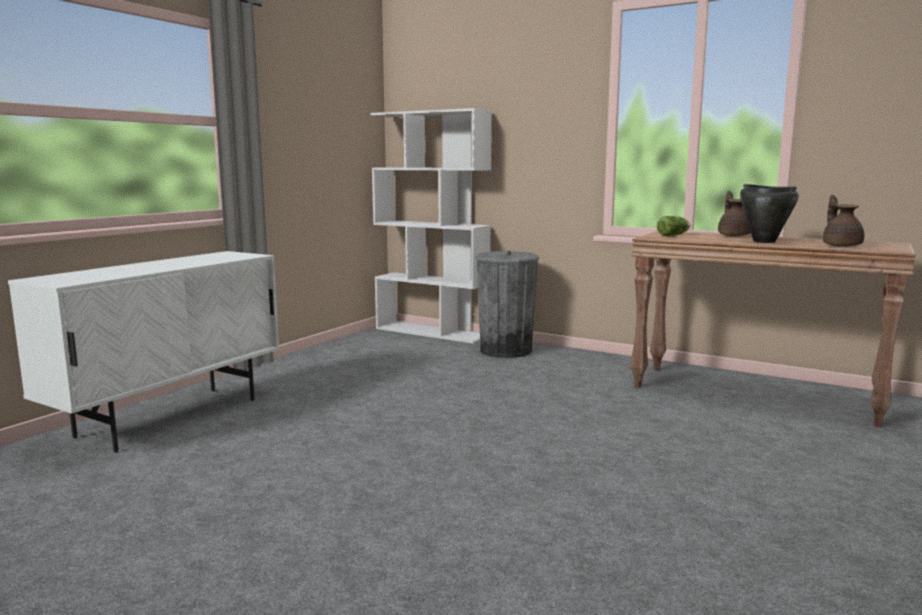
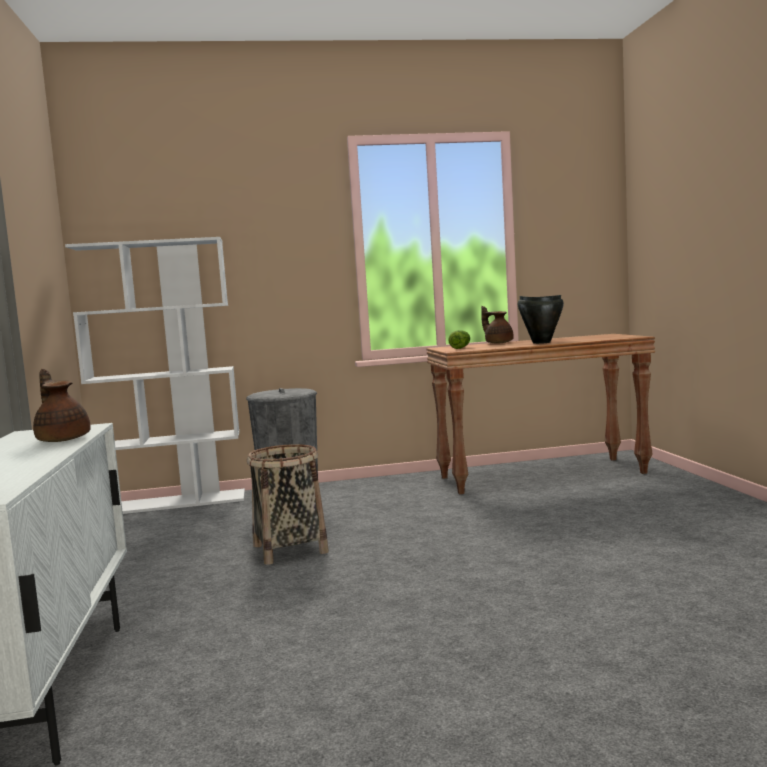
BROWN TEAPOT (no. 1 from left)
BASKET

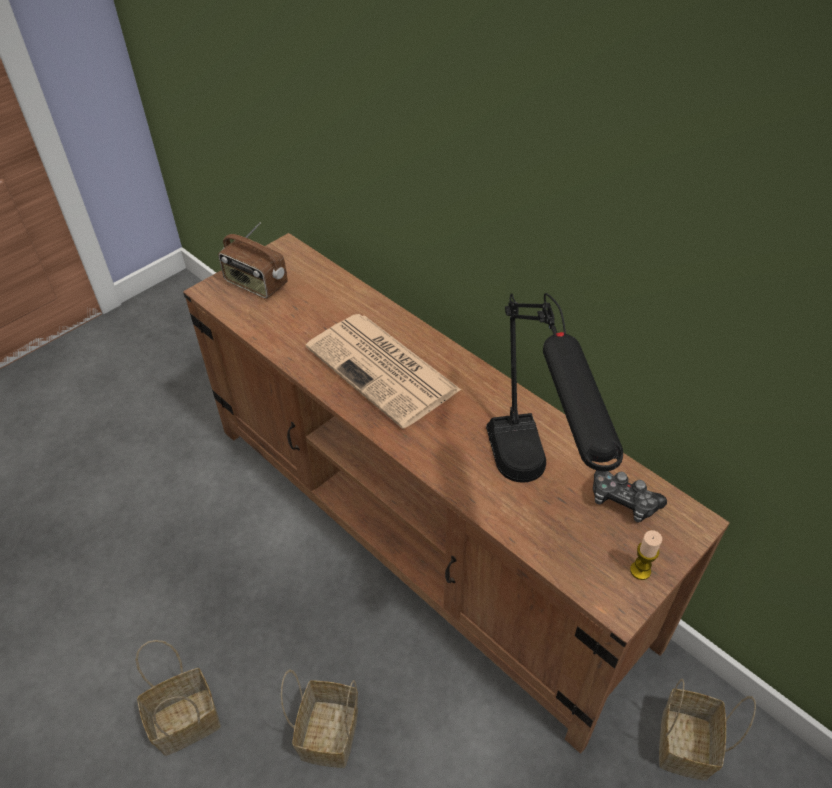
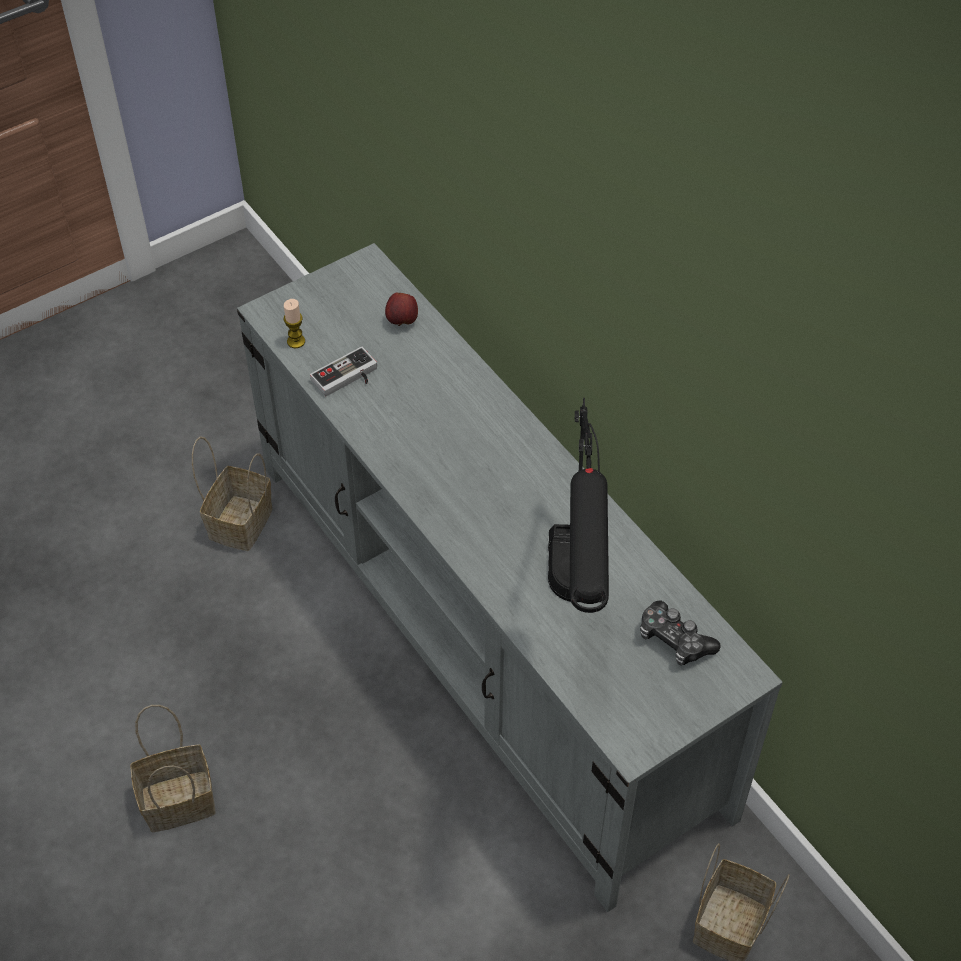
RADIO
GREY TV STAND
NEWSPAPER
CANDLE
BASKET (no. 2 from left)
APPLE
GAME CONTROLLER (no. 1 from left)

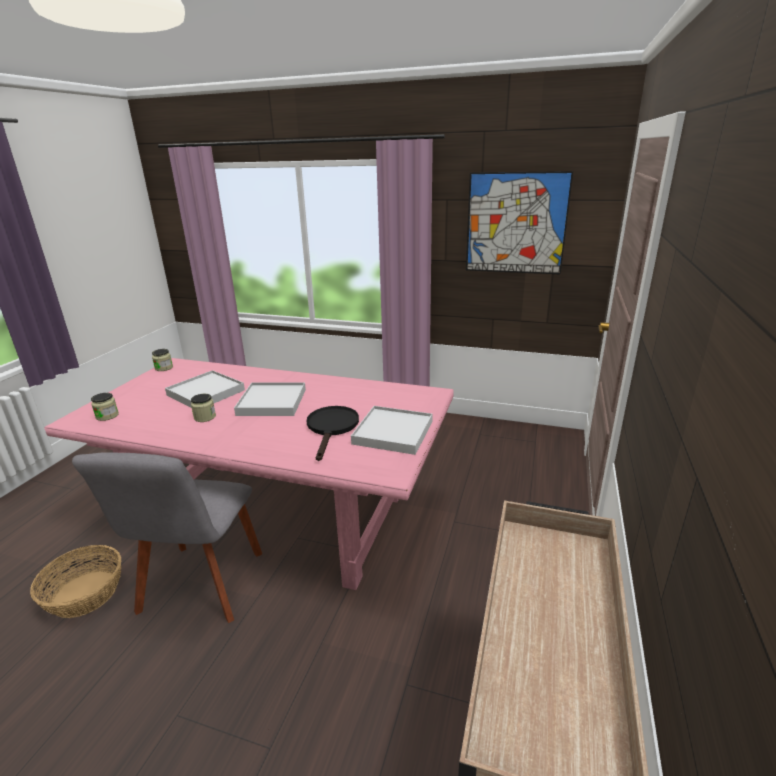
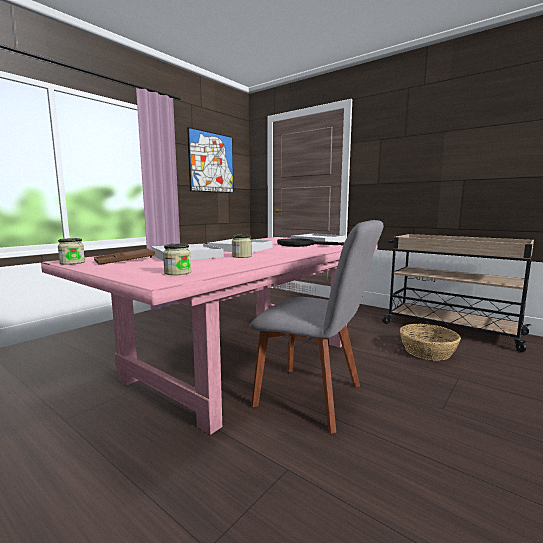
BASKET
BROWN TRAY

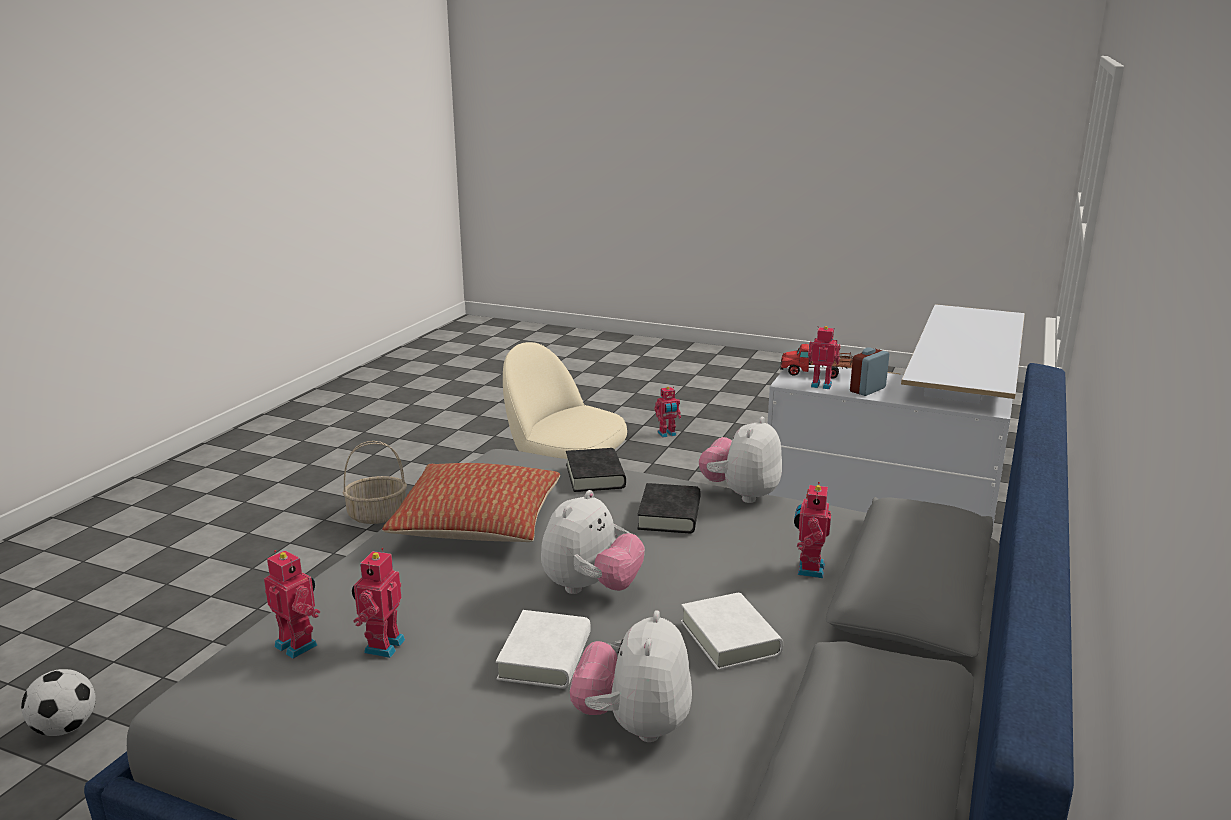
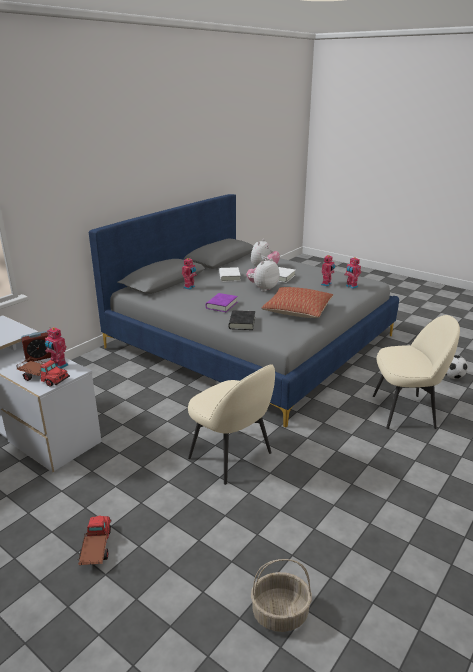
TOY TRUCK (no. 2 from left)
PLUSH TOY (no. 3 from left in the first image)
BASKET
PURPLE BOOK
BEIGE CHAIR (no. 2 from left)

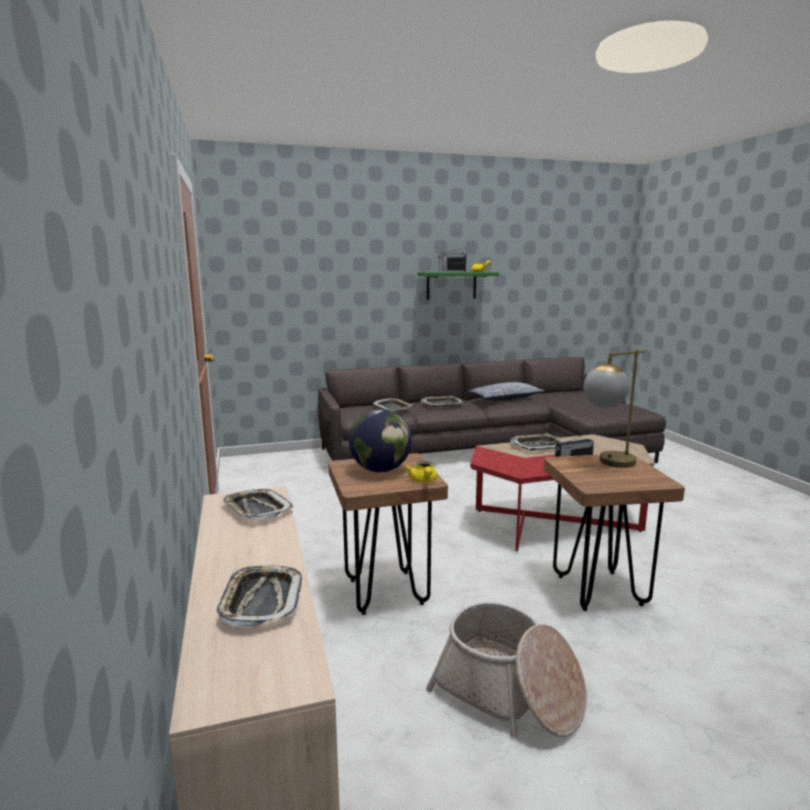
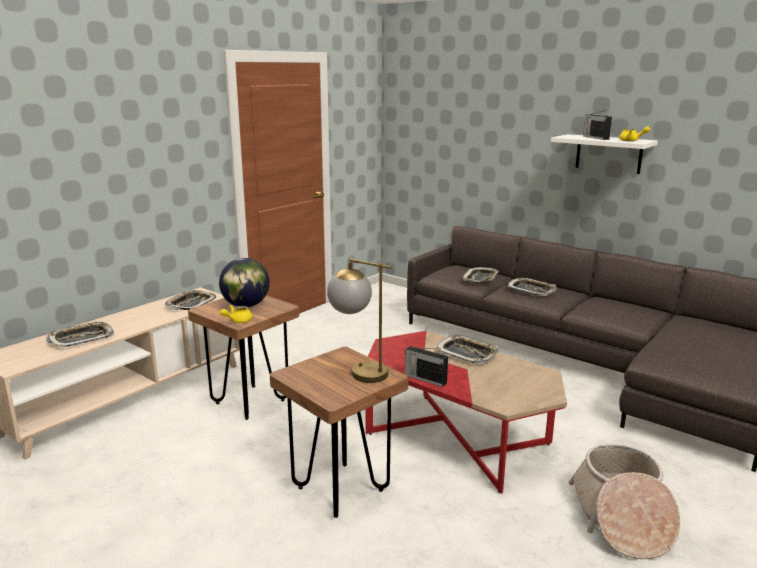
WHITE SHELF
PILLOW
BASKET

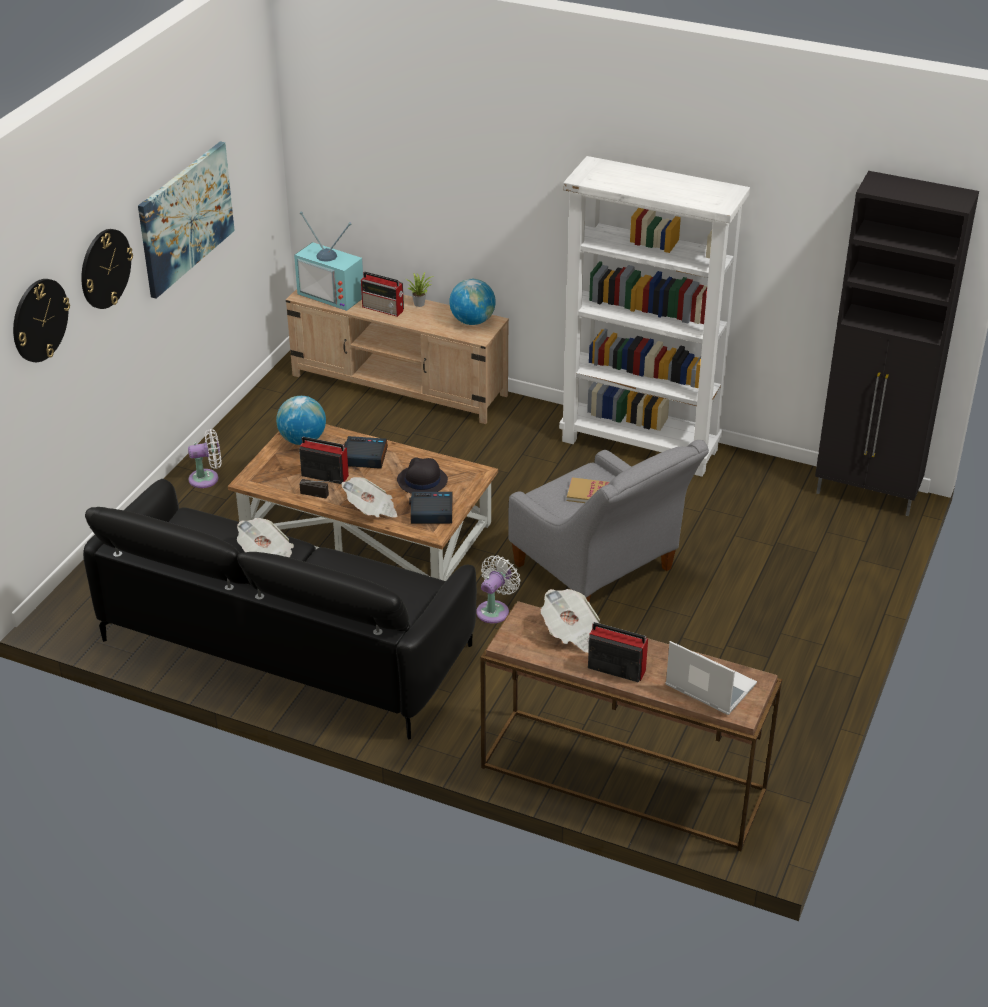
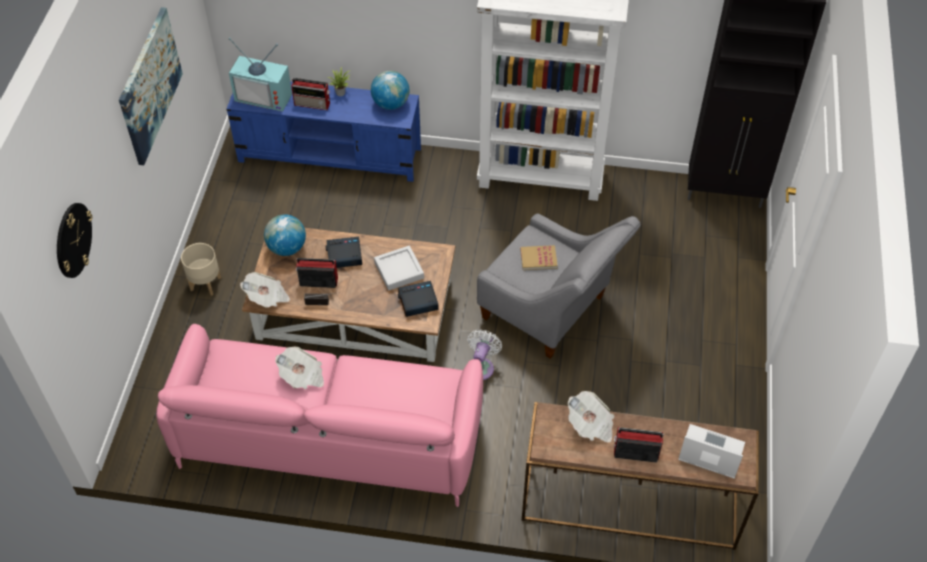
WALL CLOCK (no. 2 from left in the first image)
BLUE TV STAND
BEIGE PLANTER
GREY TRAY
NEWSPAPER (no. 1 from left)
PINK SOFA

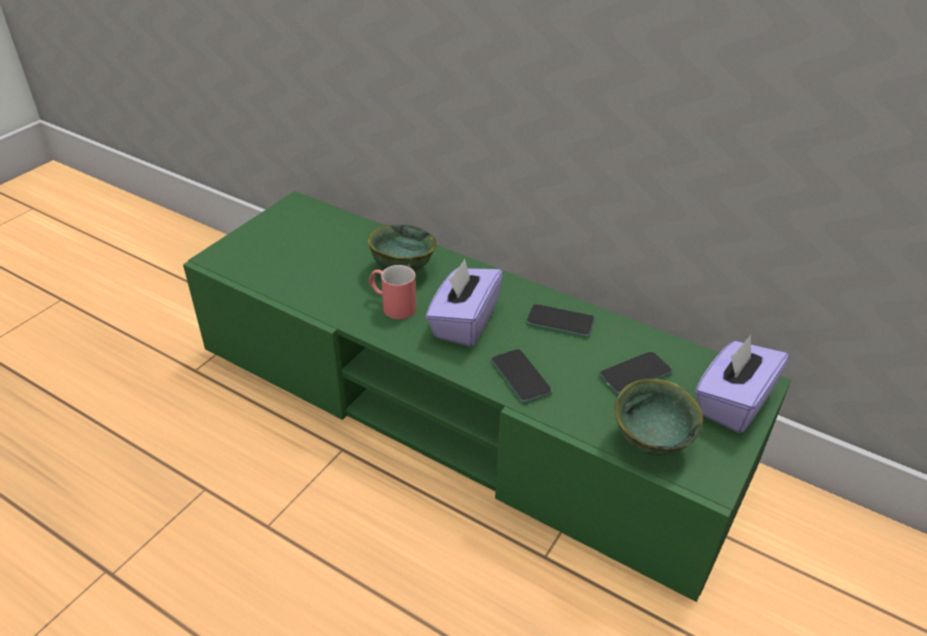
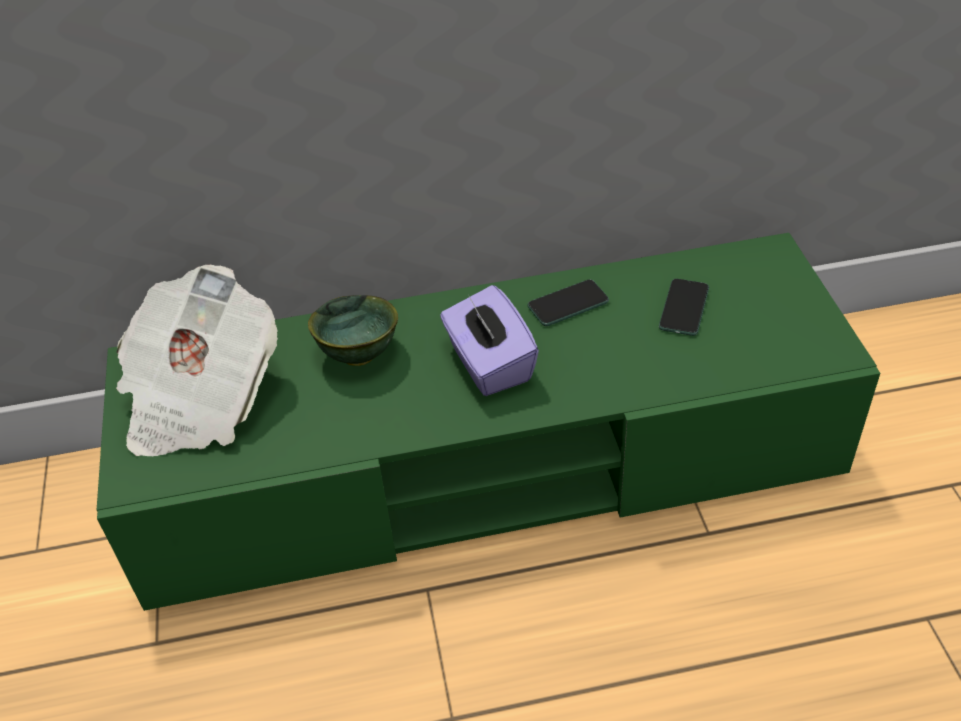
RED MUG
PURPLE TISSUE BOX (no. 2 from left in the first image)
PHONE (no. 1 from left in the first image)
GREEN BOWL (no. 2 from left in the first image)
NEWSPAPER

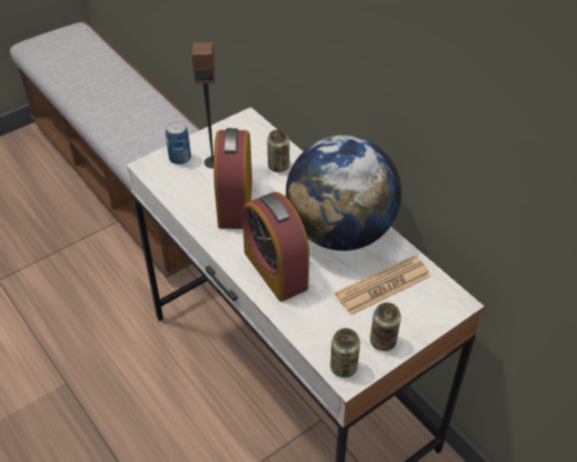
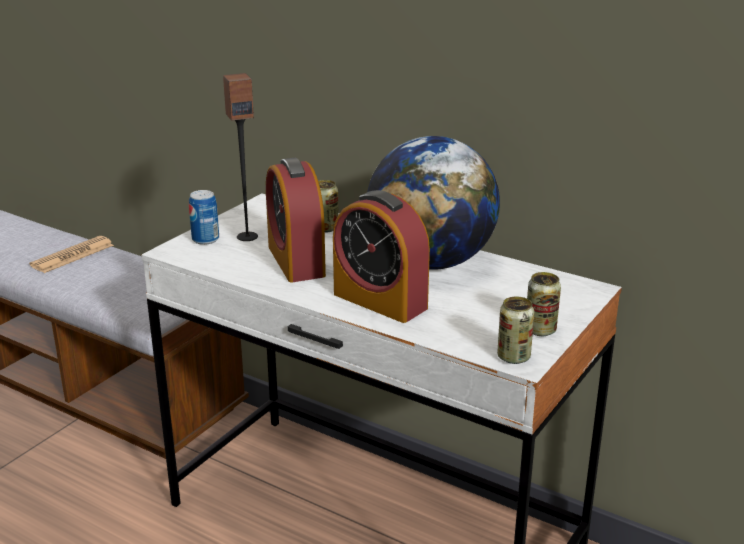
NEWSPAPER

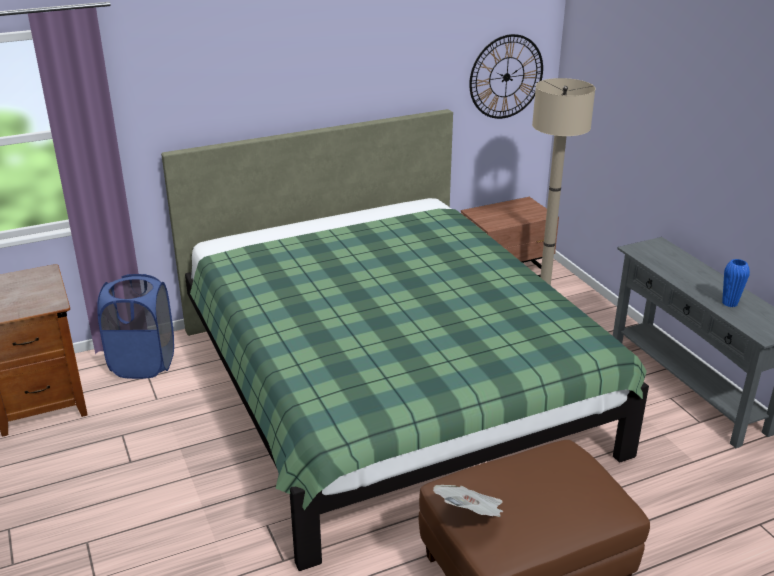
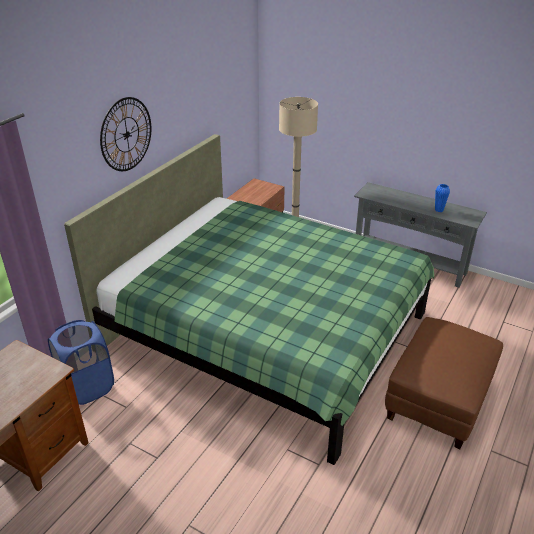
WALL CLOCK
NEWSPAPER

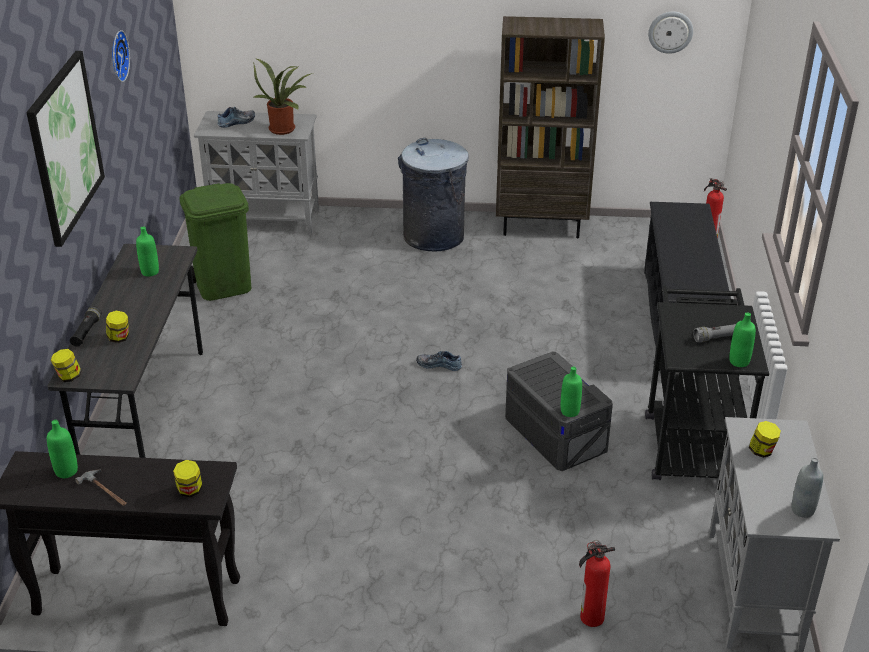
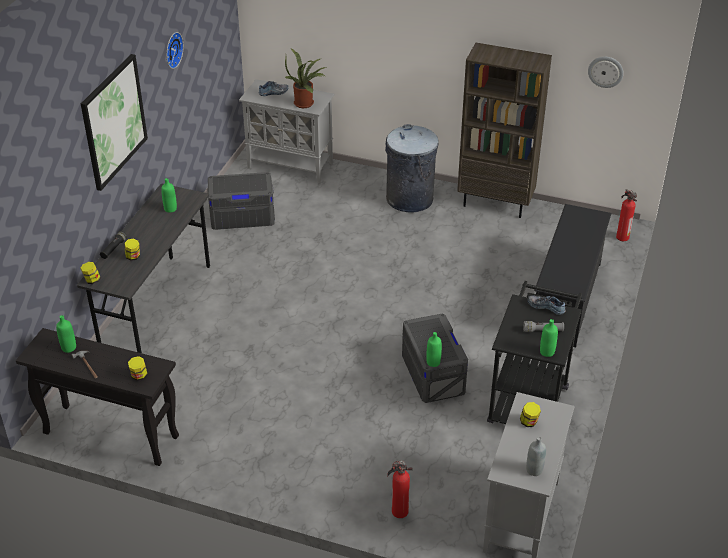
GREY STORAGE BOX (no. 1 from left)
SHOE (no. 2 from left)

